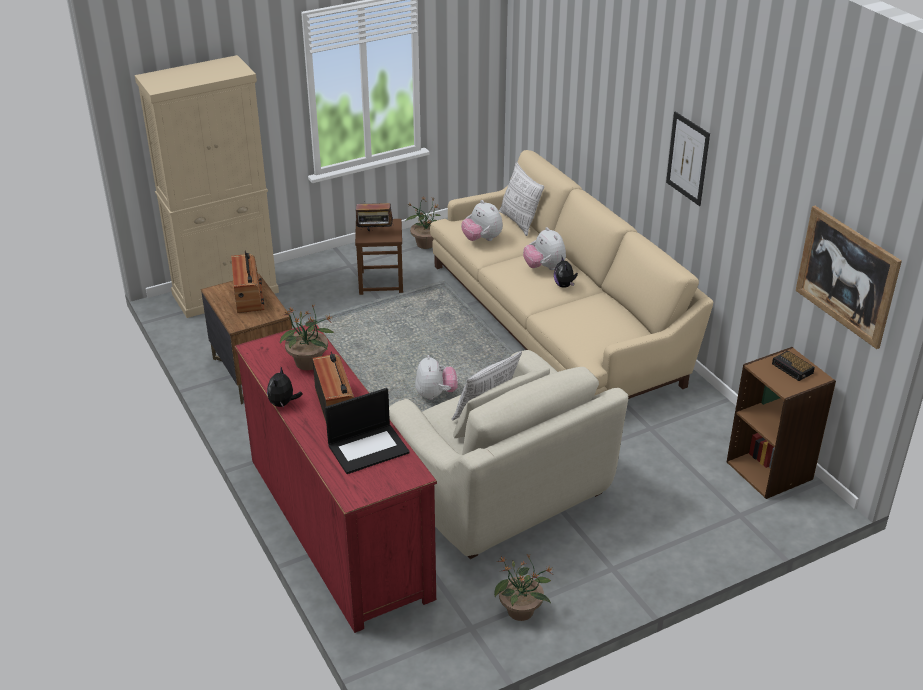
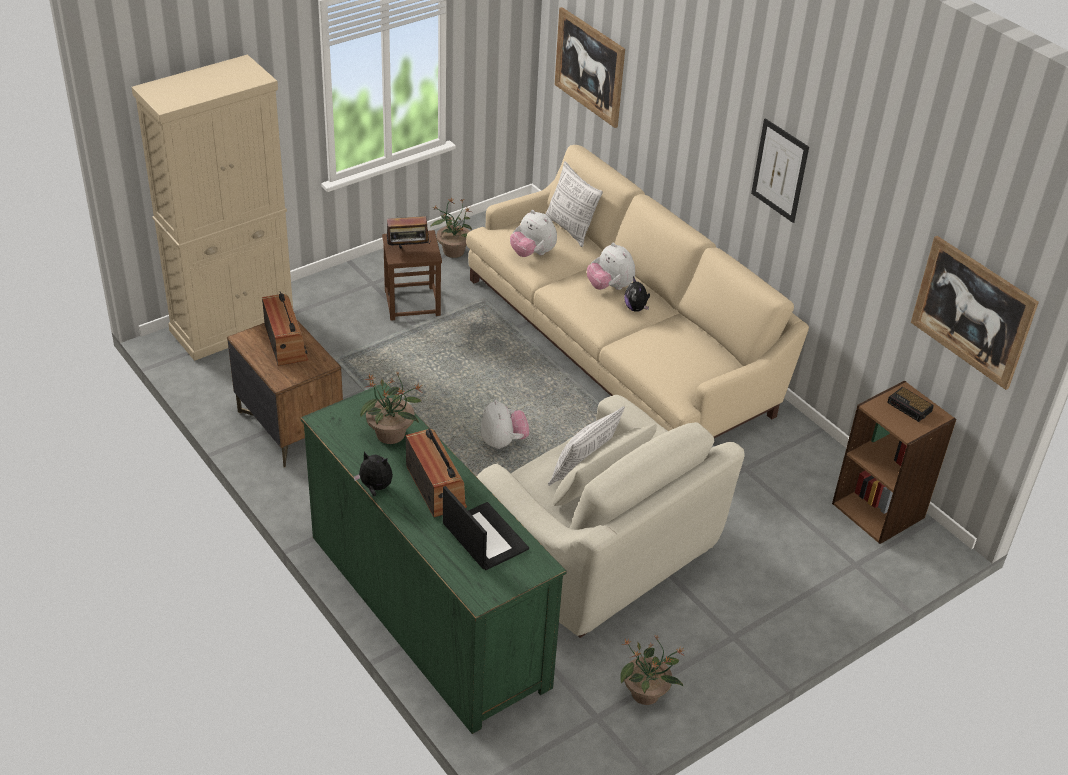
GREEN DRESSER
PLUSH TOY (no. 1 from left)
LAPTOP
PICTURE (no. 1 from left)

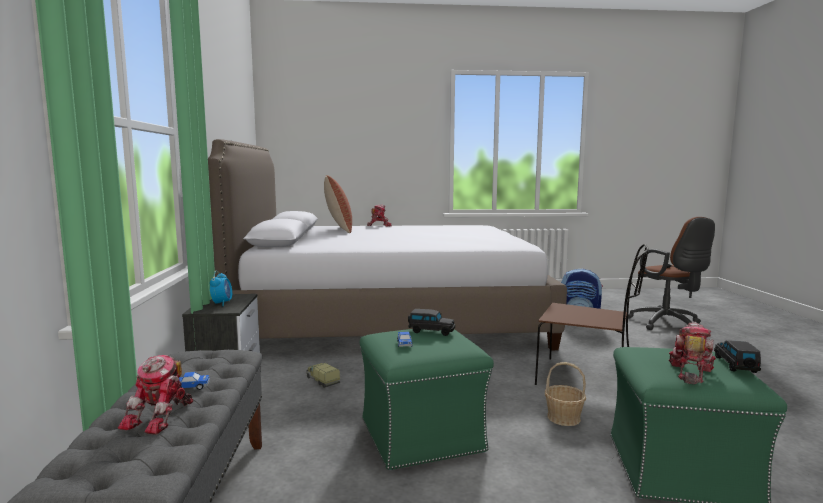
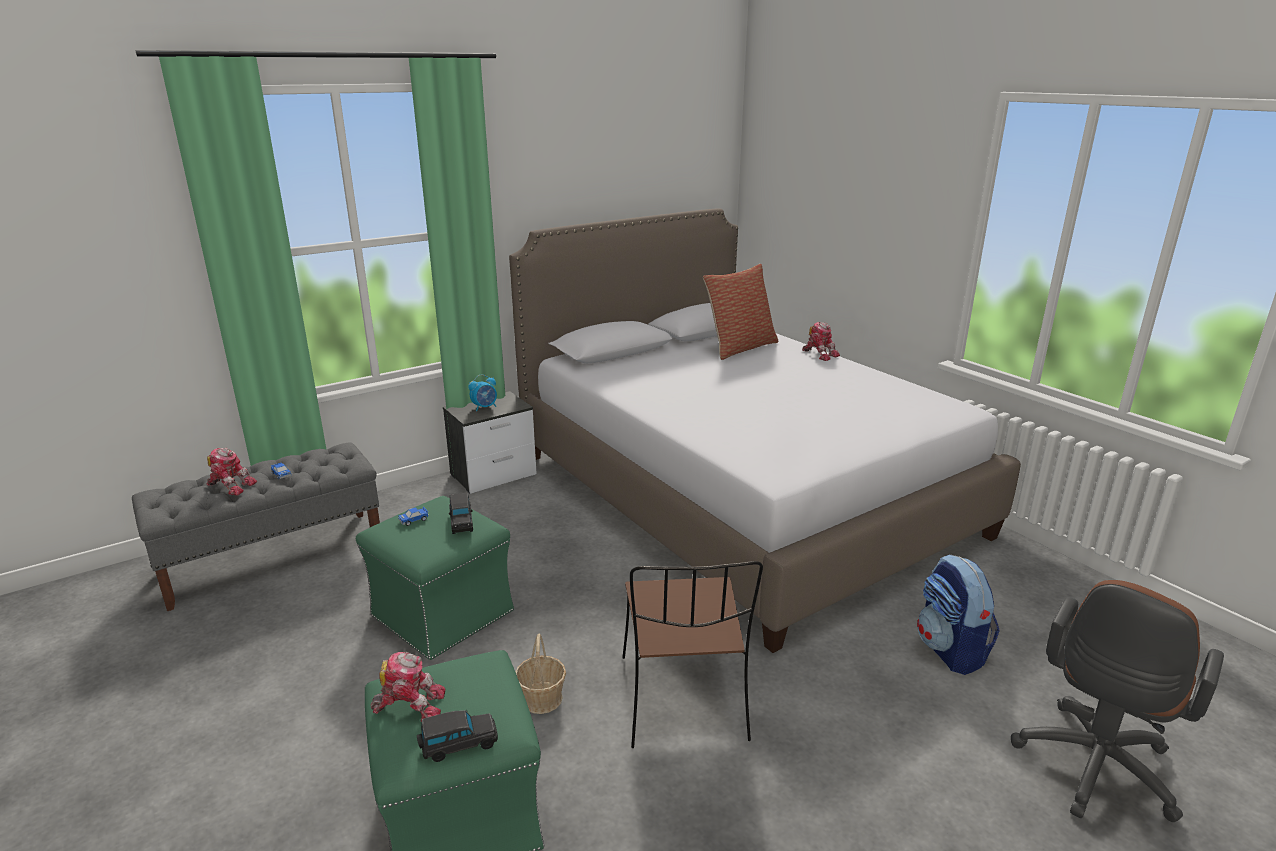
TOY ROBOT (no. 1 from left)
TOY TRUCK

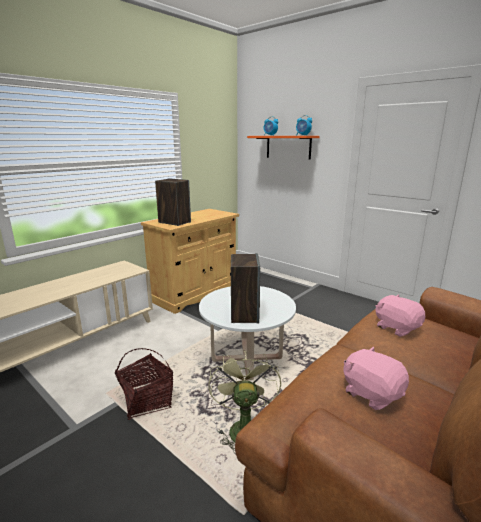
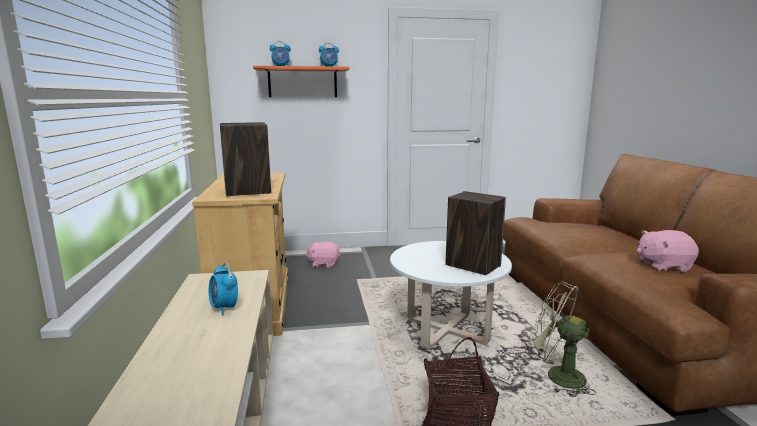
PINK PLUSH TOY (no. 1 from left)
ALARM CLOCK (no. 1 from left)

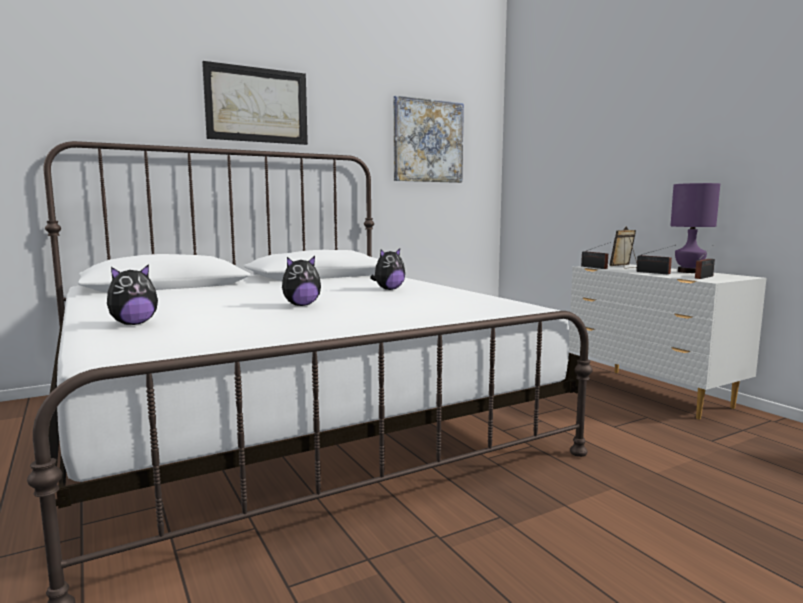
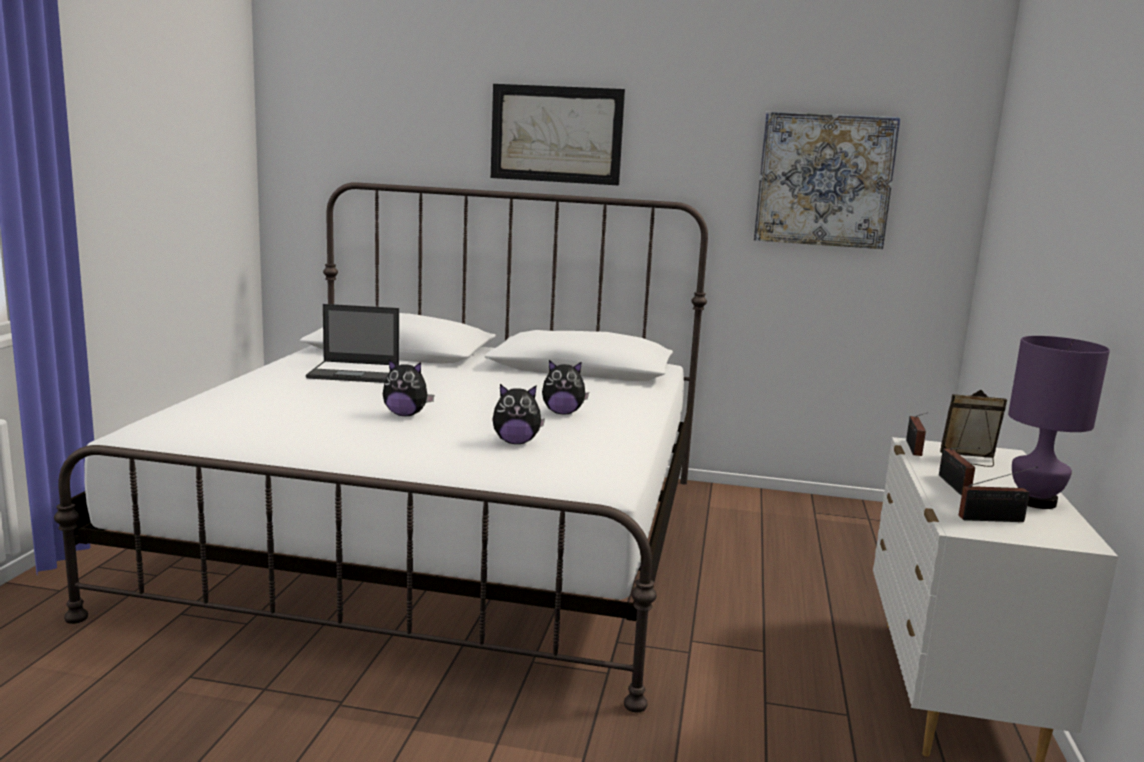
PLUSH TOY (no. 2 from left)
LAPTOP

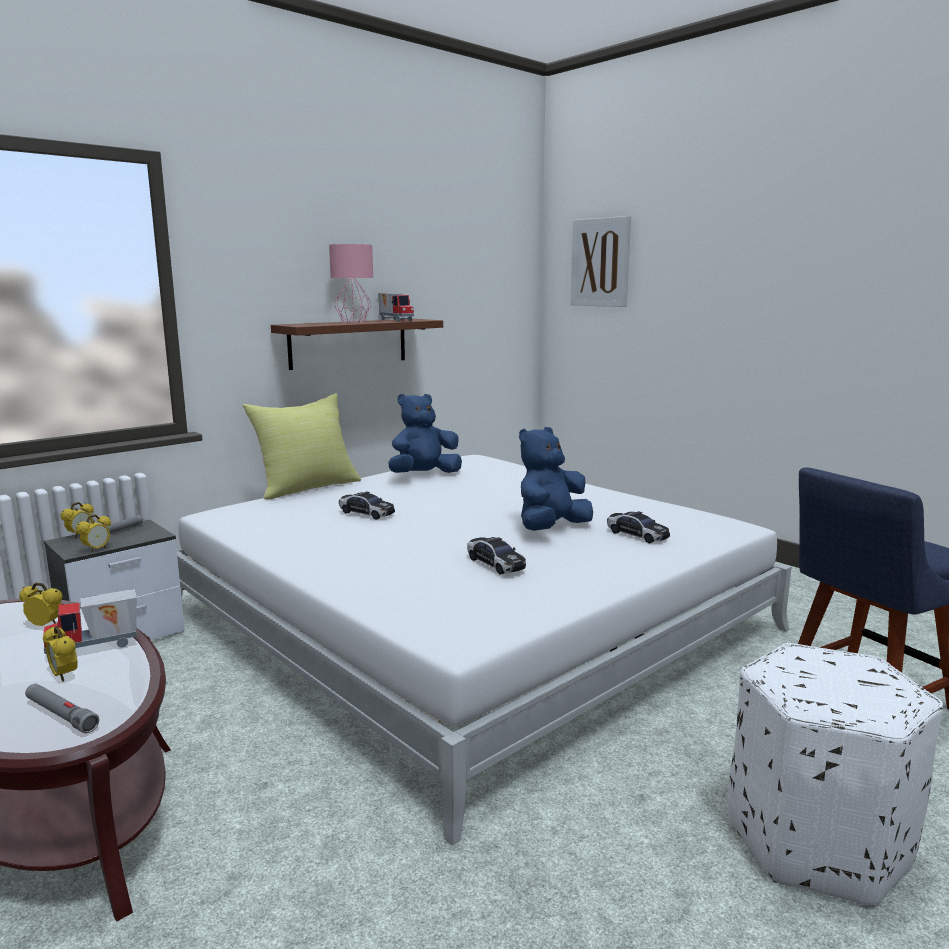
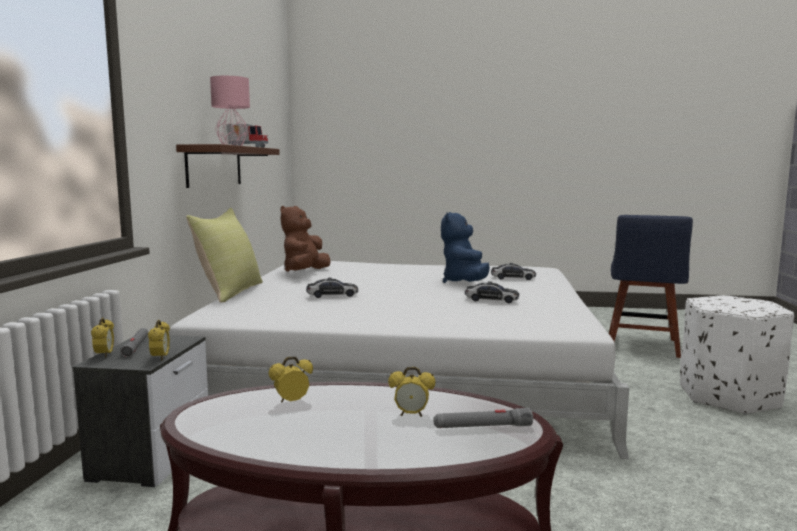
PICTURE
BROWN PLUSH TOY
TOY TRUCK (no. 1 from left in the first image)

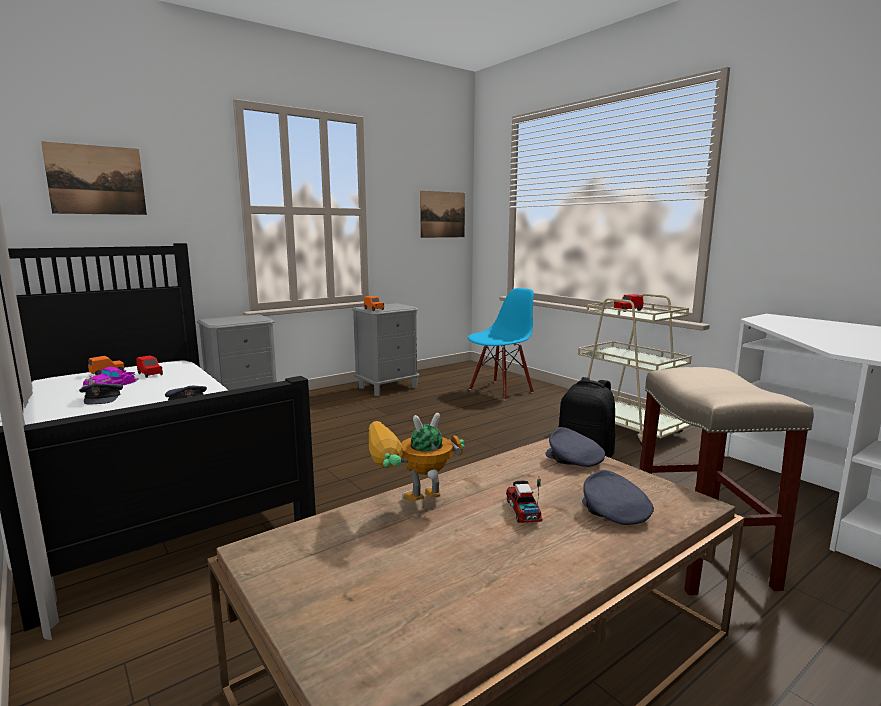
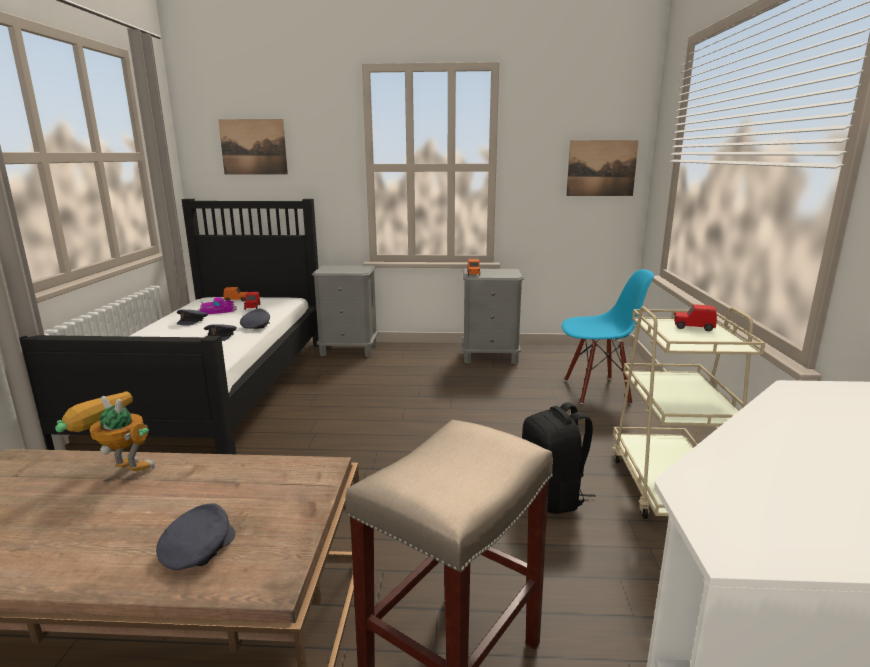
GREY CAP (no. 4 from left)
TOY TRUCK

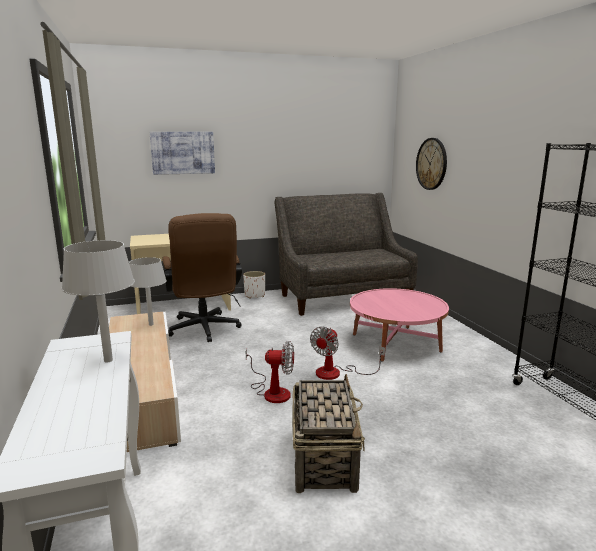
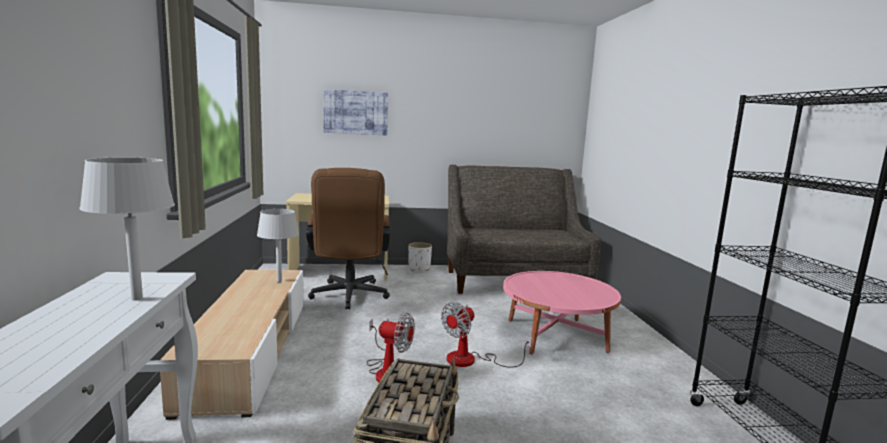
WALL CLOCK

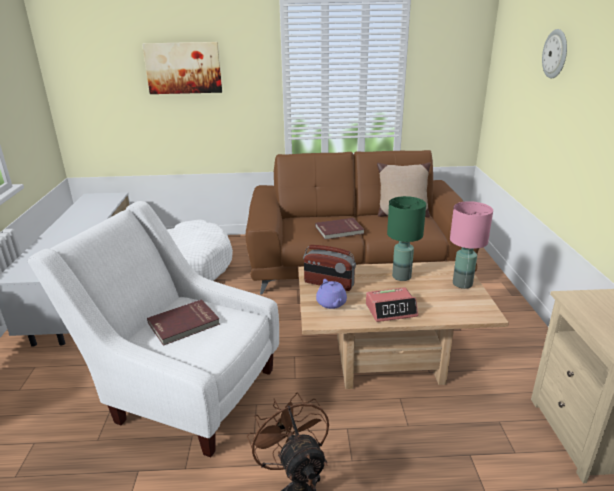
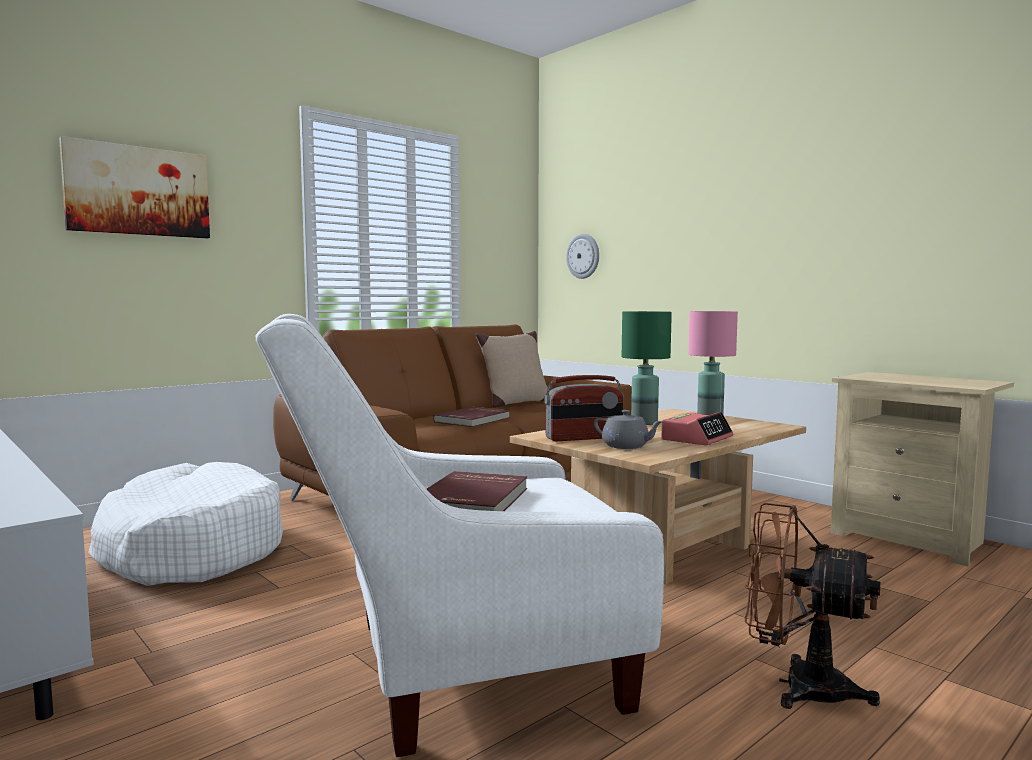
WALL CLOCK
GREY TEAPOT

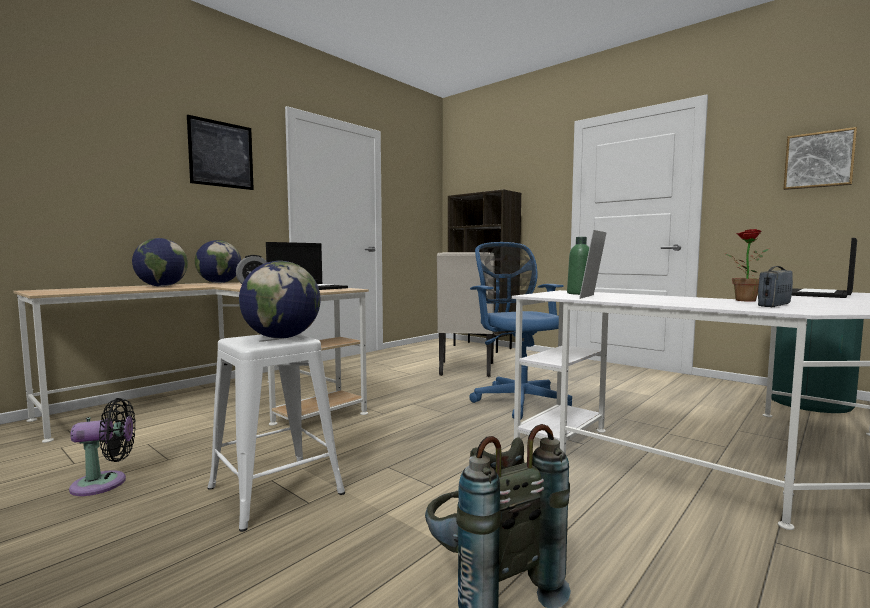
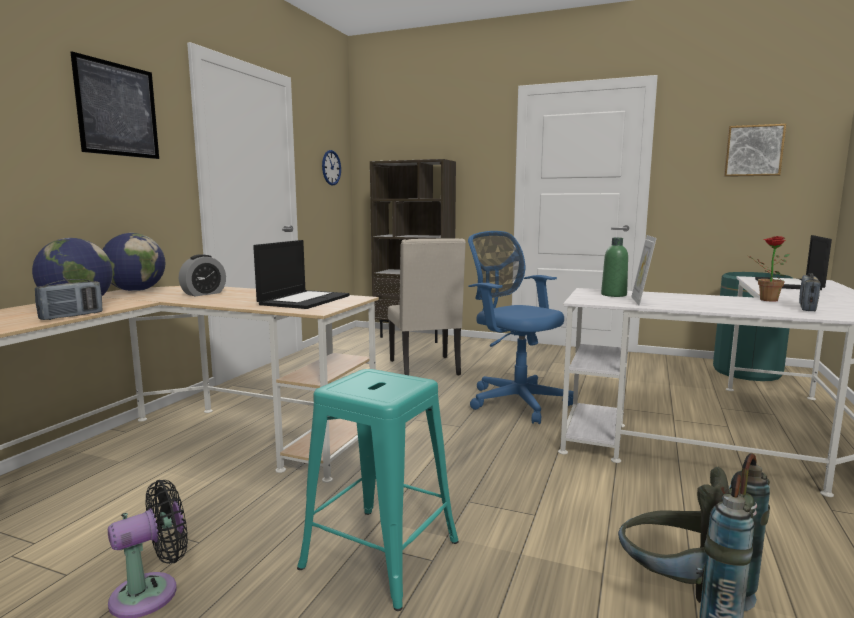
GLOBE (no. 3 from left in the first image)
TURQUOISE STOOL
WALL CLOCK
RADIO (no. 1 from left)

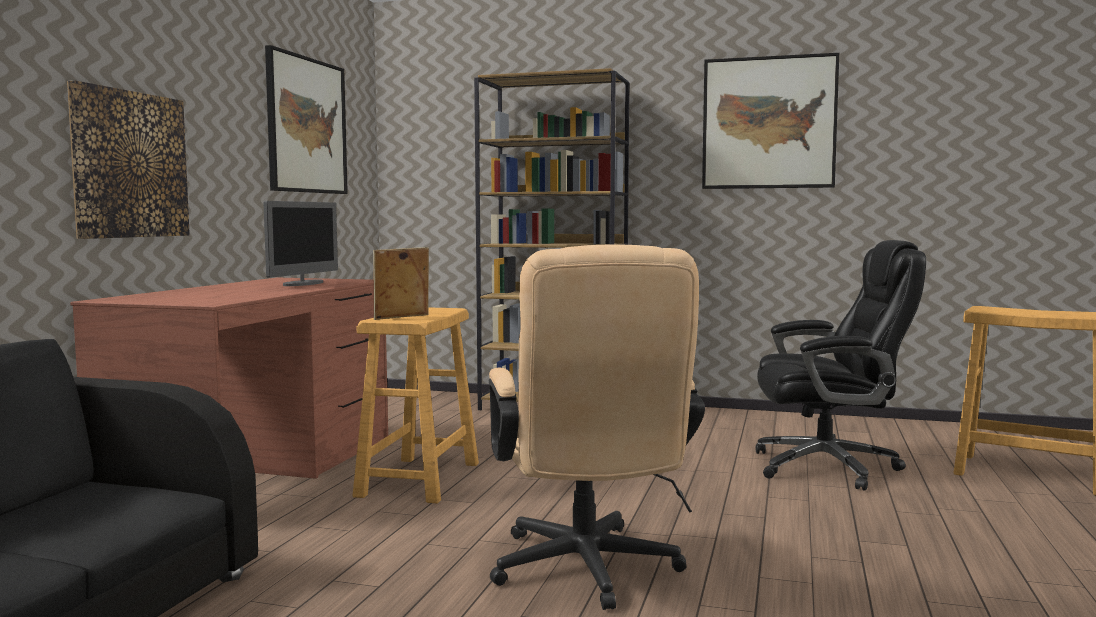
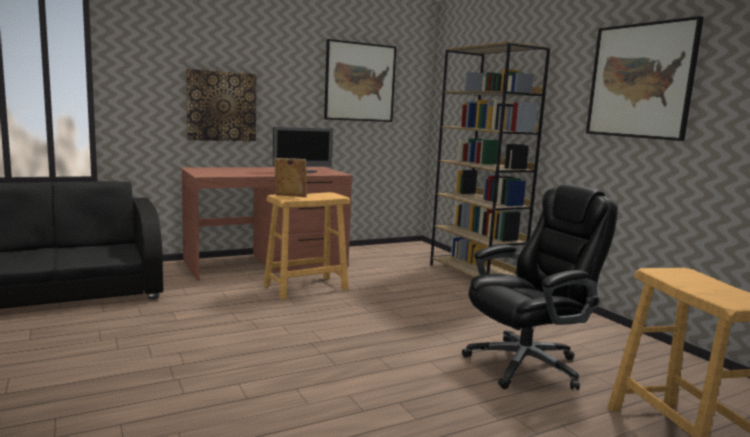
BLACK OFFICE CHAIR
BEIGE OFFICE CHAIR

